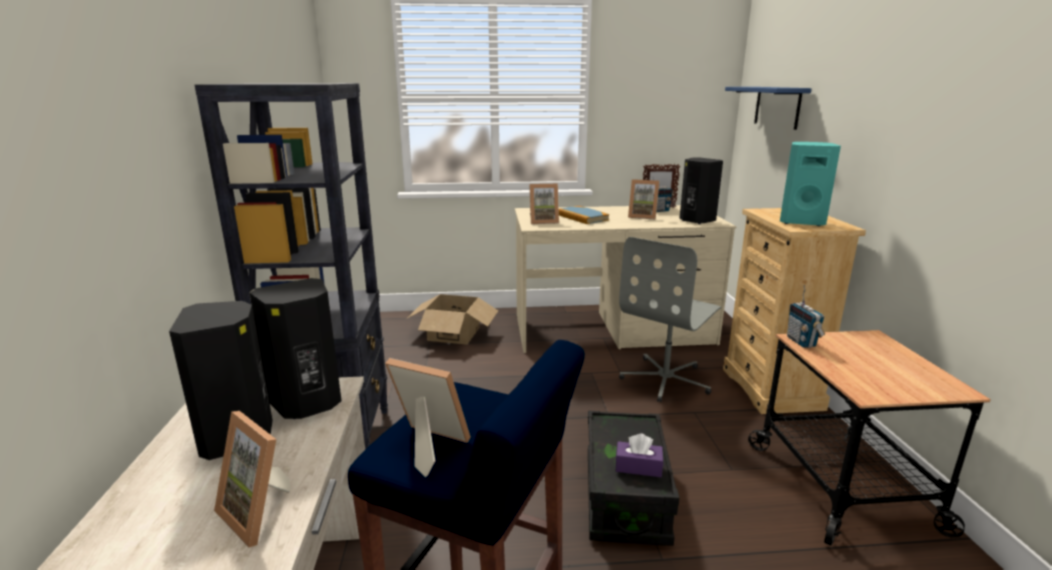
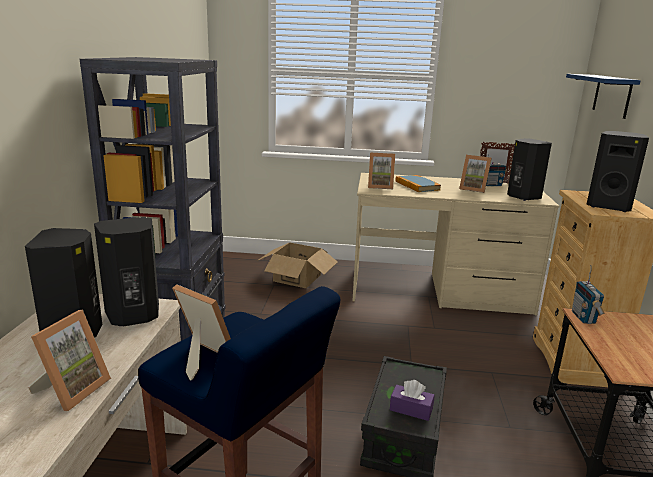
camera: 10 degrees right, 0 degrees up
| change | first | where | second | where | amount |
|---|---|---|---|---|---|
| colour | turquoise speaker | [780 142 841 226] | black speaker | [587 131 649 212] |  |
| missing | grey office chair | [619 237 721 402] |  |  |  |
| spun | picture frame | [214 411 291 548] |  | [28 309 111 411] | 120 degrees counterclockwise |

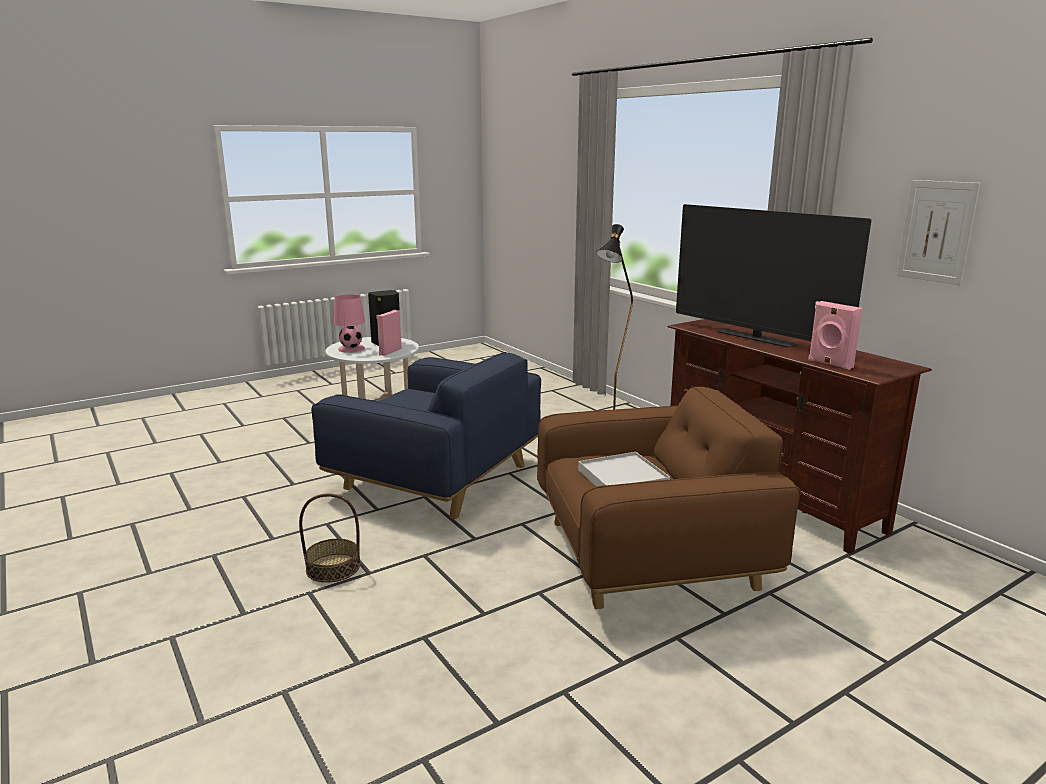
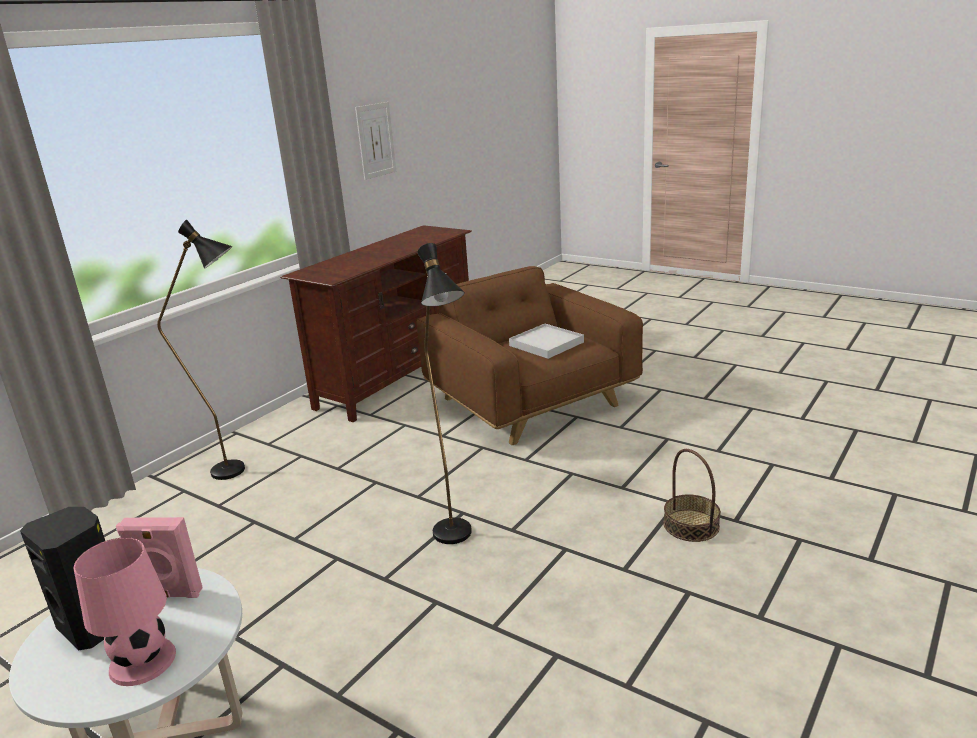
camera: 110 degrees left, 5 degrees up
| change | first | where | second | where | amount |
|---|---|---|---|---|---|
| missing | television | [676 204 871 348] |  |  |  |
| missing | pink speaker | [808 301 862 370] |  |  |  |
| exchanged | blue armchair | [311 352 541 519] | black floor lamp | [417 243 472 544] |  |

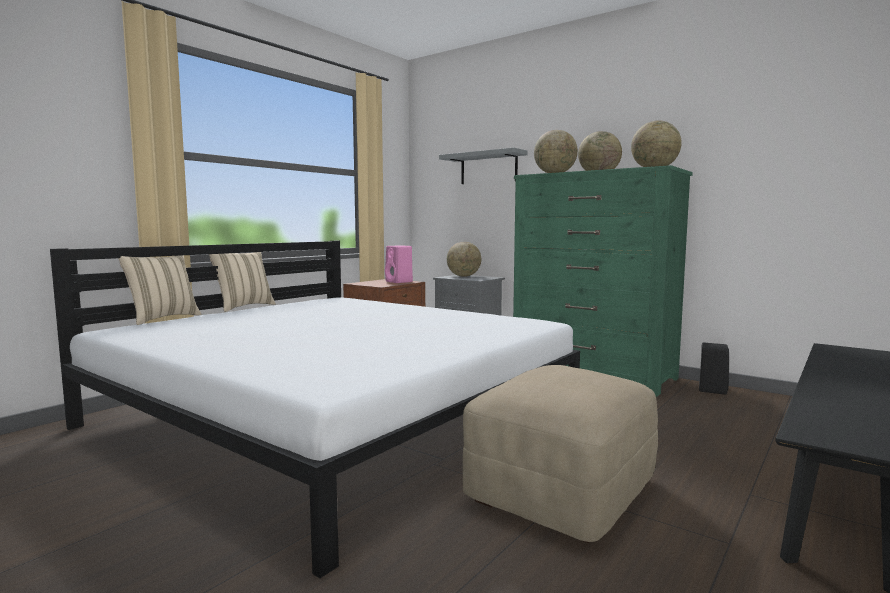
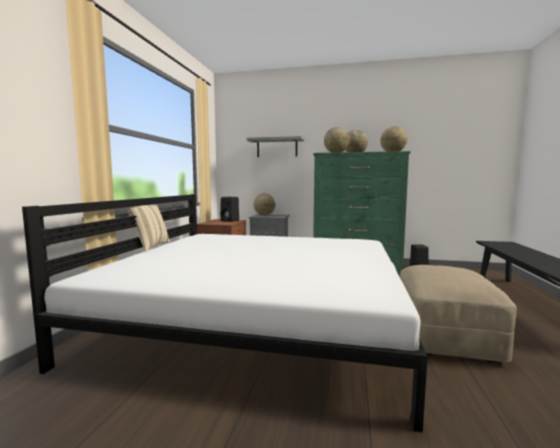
camera: 25 degrees left, 0 degrees up
| change | first | where | second | where | amount |
|---|---|---|---|---|---|
| colour | pink speaker | [385 245 413 283] | black speaker | [220 197 239 222] |  |
| missing | beige pillow | [118 255 201 325] |  |  |  |

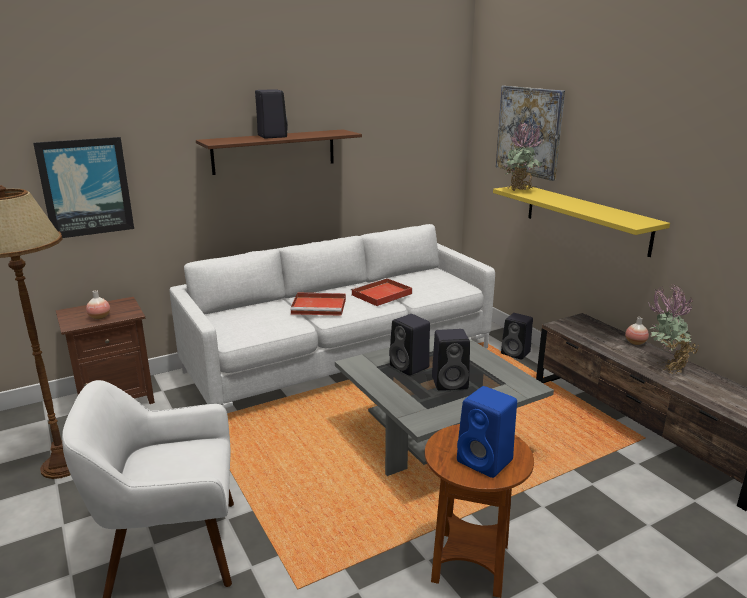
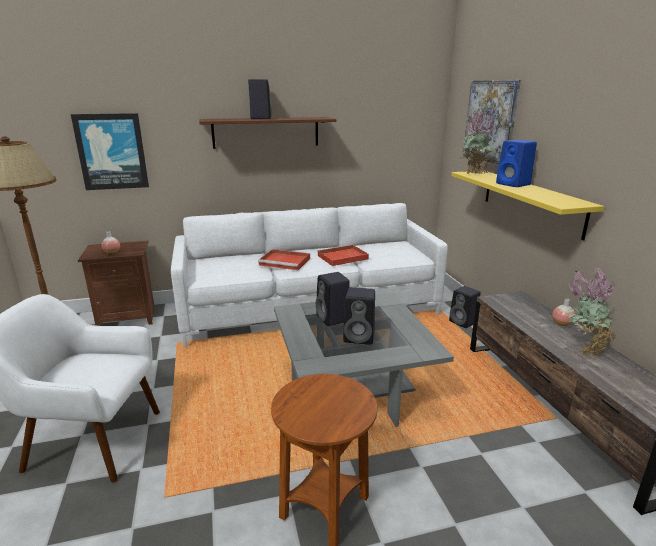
camera: 15 degrees right, 0 degrees up
| change | first | where | second | where | amount |
|---|---|---|---|---|---|
| relocated | blue speaker | [457 386 517 478] |  | [496 140 537 187] |  |

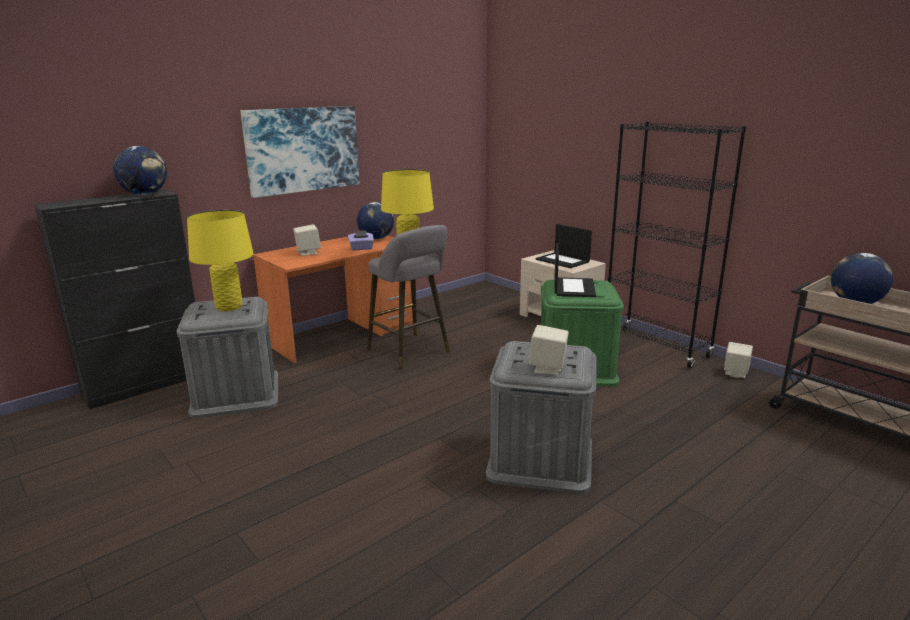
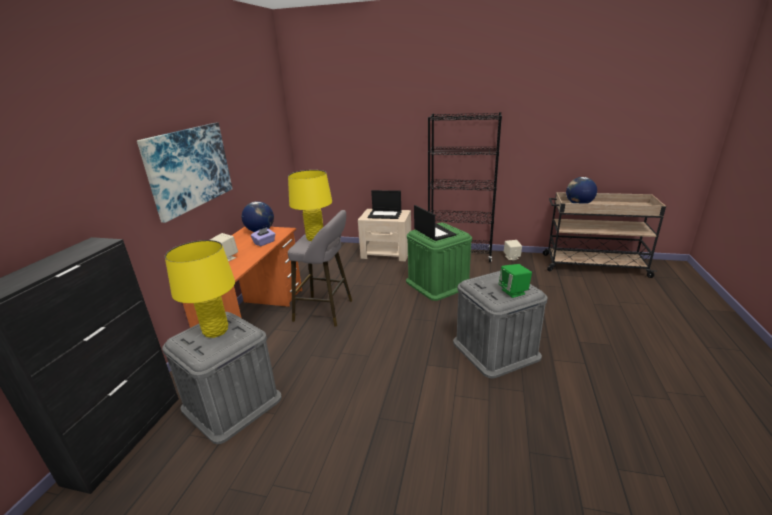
camera: 35 degrees left, 5 degrees up
| change | first | where | second | where | amount |
|---|---|---|---|---|---|
| missing | globe | [113 146 167 195] |  |  |  |
| colour | beige speaker | [529 325 569 375] | green speaker | [499 264 532 298] |  |

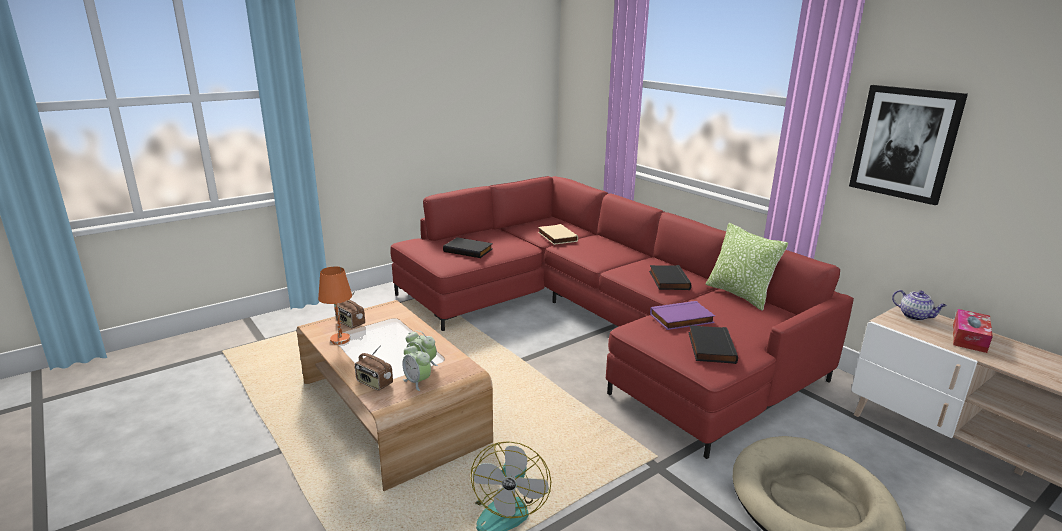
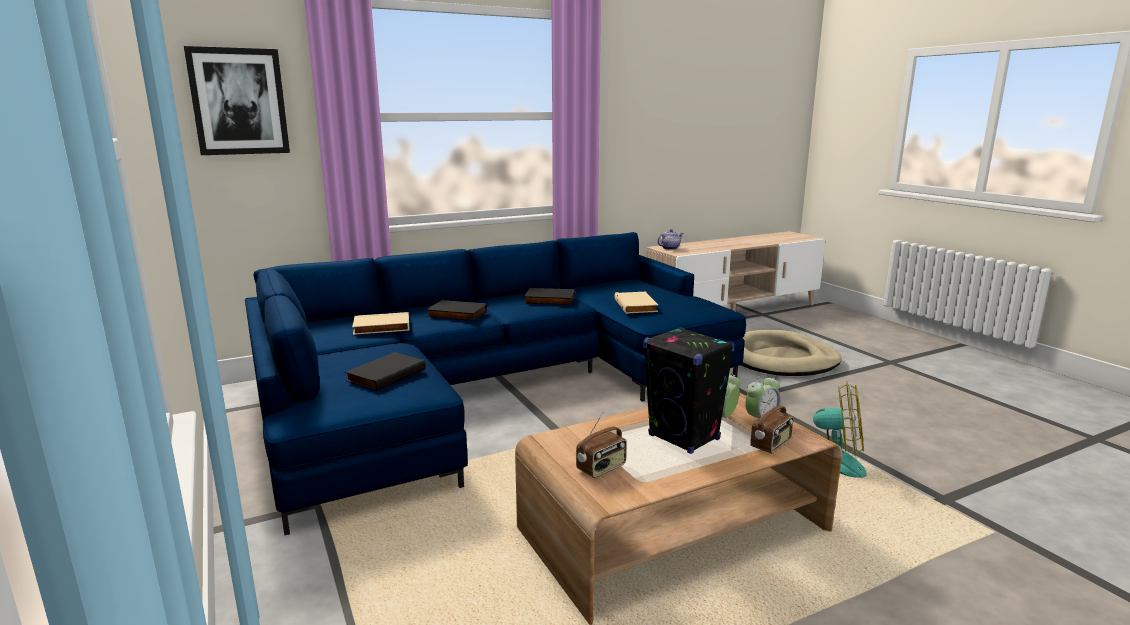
camera: 80 degrees left, 5 degrees down
| change | first | where | second | where | amount |
|---|---|---|---|---|---|
| relocated | picture | [849 85 968 205] |  | [184 46 290 155] |  |
| colour | red sofa | [390 176 854 459] | blue sofa | [245 232 746 535] |  |
| missing | pillow | [706 223 788 311] |  |  |  |
| missing | orange table lamp | [318 266 352 345] |  |  |  |
| colour | purple book | [650 301 715 330] | beige book | [614 292 658 314] |  |
| missing | tissue box | [953 309 993 353] |  |  |  |
| relocated | black book | [688 325 738 364] |  | [426 300 487 321] |  |
| appeared |  |  | black speaker | [643 327 735 454] |  |

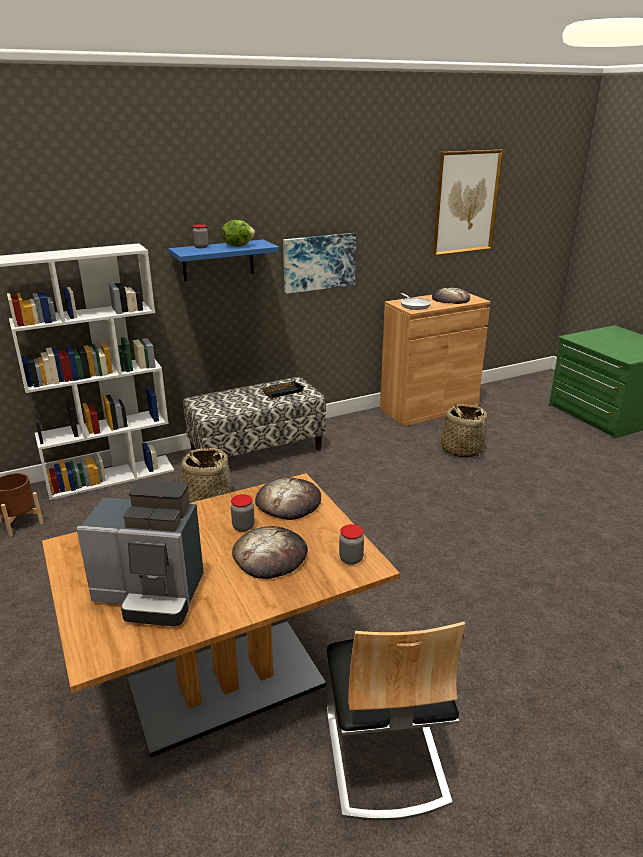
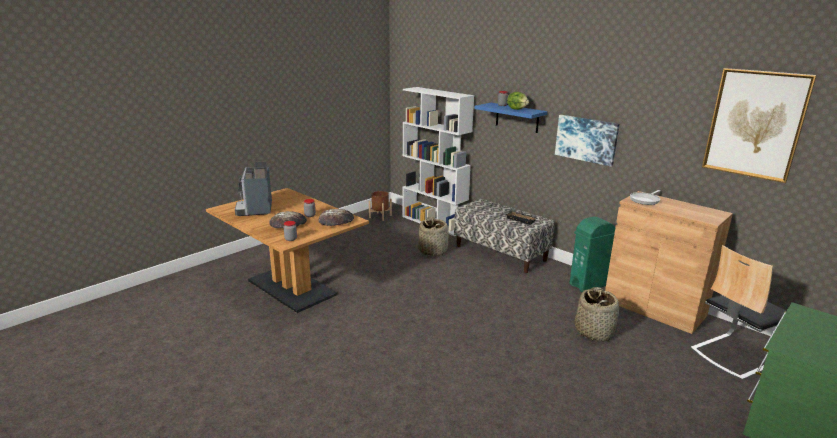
camera: 70 degrees right, 5 degrees down
| change | first | where | second | where | amount |
|---|---|---|---|---|---|
| missing | bread | [432 288 470 304] |  |  |  |
| relocated | chair | [326 621 465 821] |  | [690 245 786 380] |  |
| appeared |  |  | green trash can | [569 216 615 292] |  |

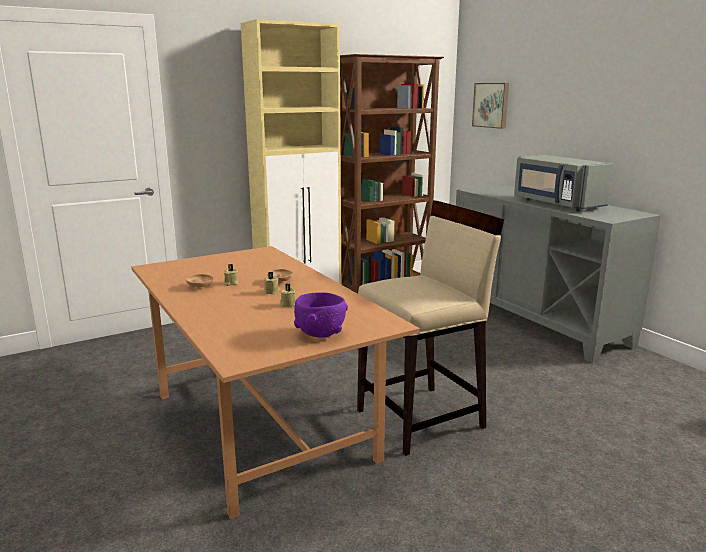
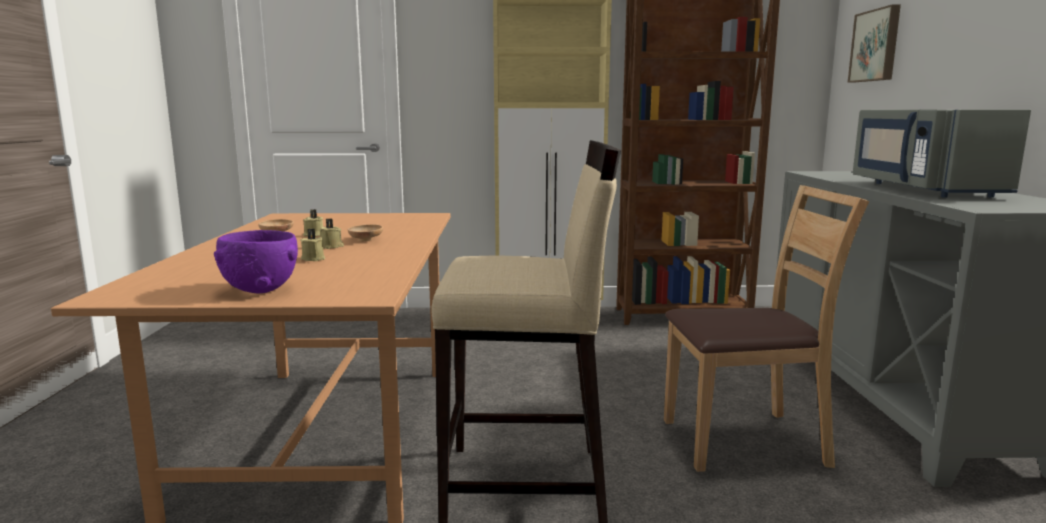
camera: 30 degrees right, 5 degrees down
| change | first | where | second | where | amount |
|---|---|---|---|---|---|
| appeared |  |  | brown chair | [664 185 869 472] |  |

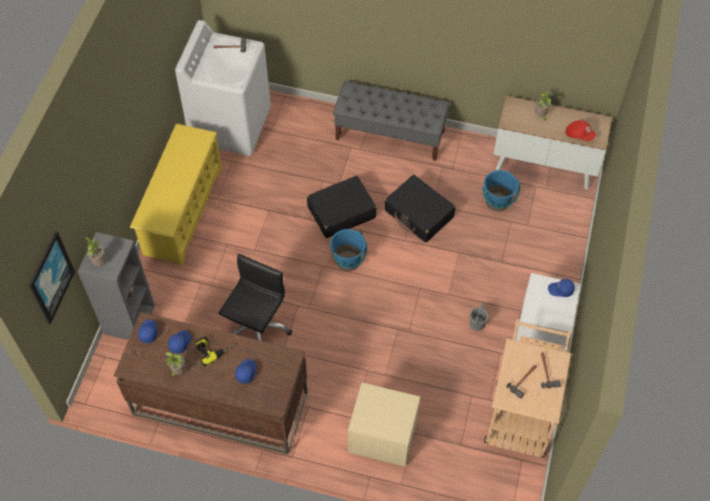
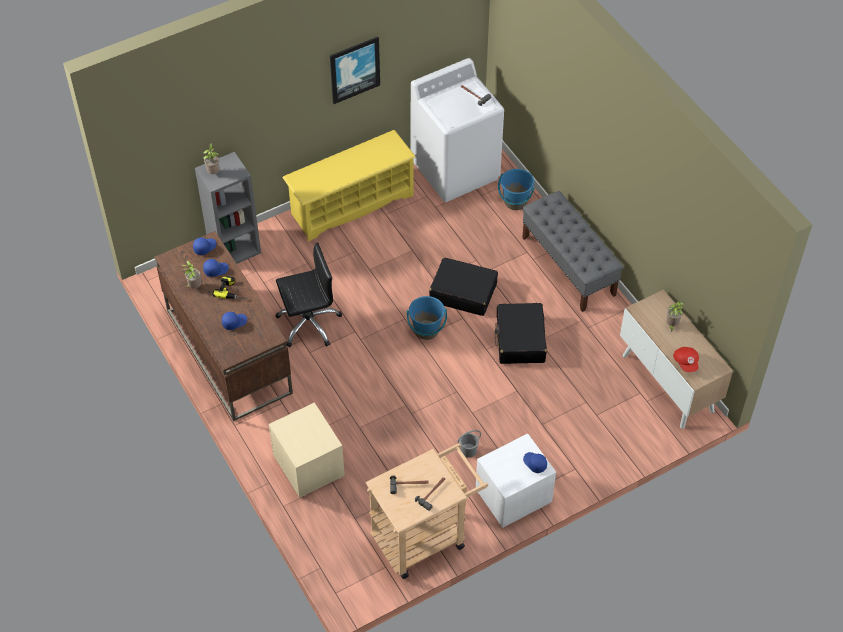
camera: 45 degrees right, 5 degrees down
| change | first | where | second | where | amount |
|---|---|---|---|---|---|
| relocated | blue bucket | [482 170 520 211] |  | [498 169 535 210] |  |
| relocated | picture | [29 231 75 324] |  | [330 37 380 104] |  |

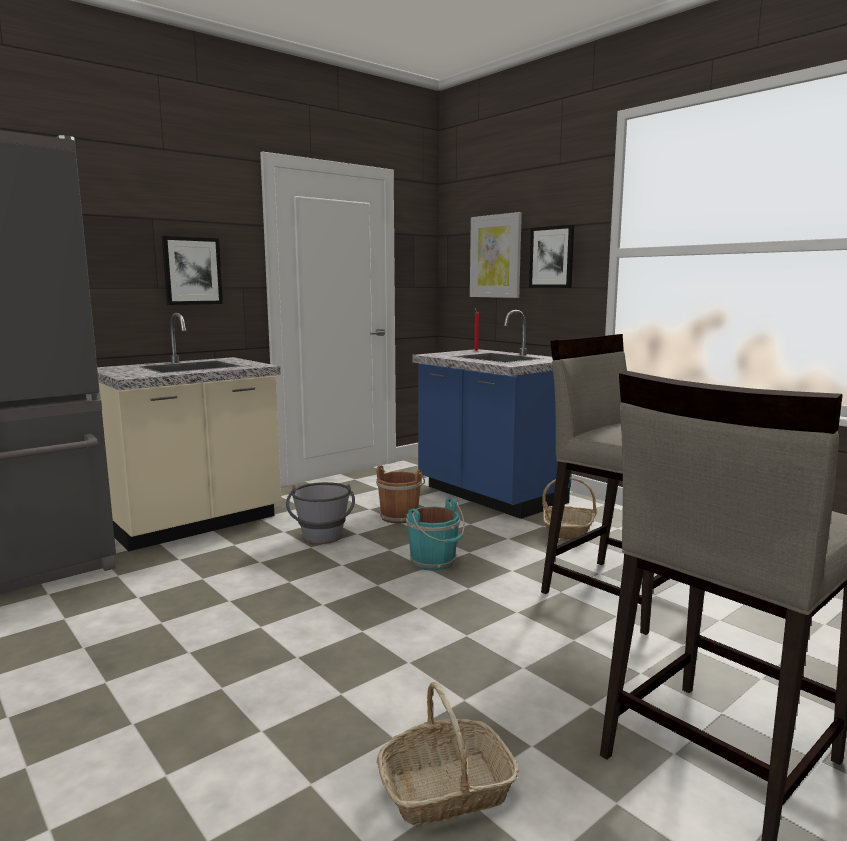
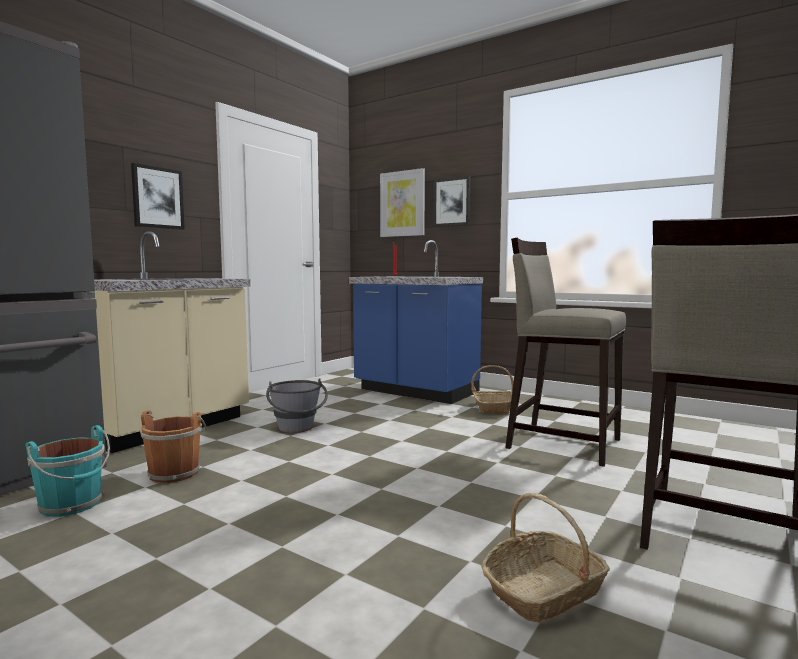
camera: 15 degrees left, 5 degrees down
| change | first | where | second | where | amount |
|---|---|---|---|---|---|
| relocated | brown bucket | [376 465 425 524] |  | [140 410 206 483] |  |
| relocated | turquoise bucket | [406 498 465 571] |  | [26 425 110 517] |  |

